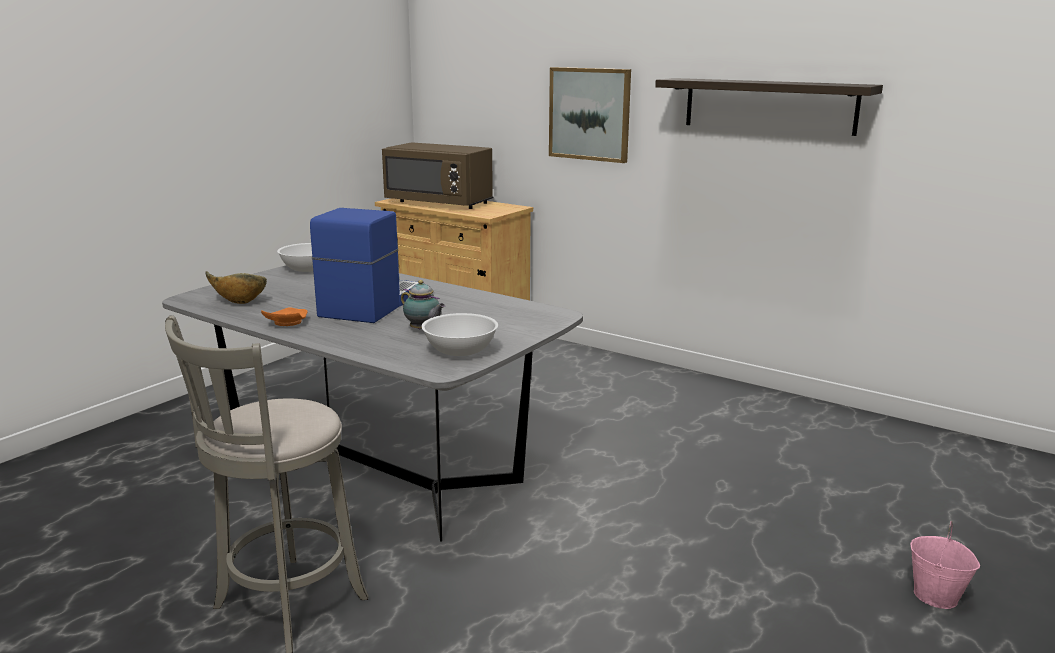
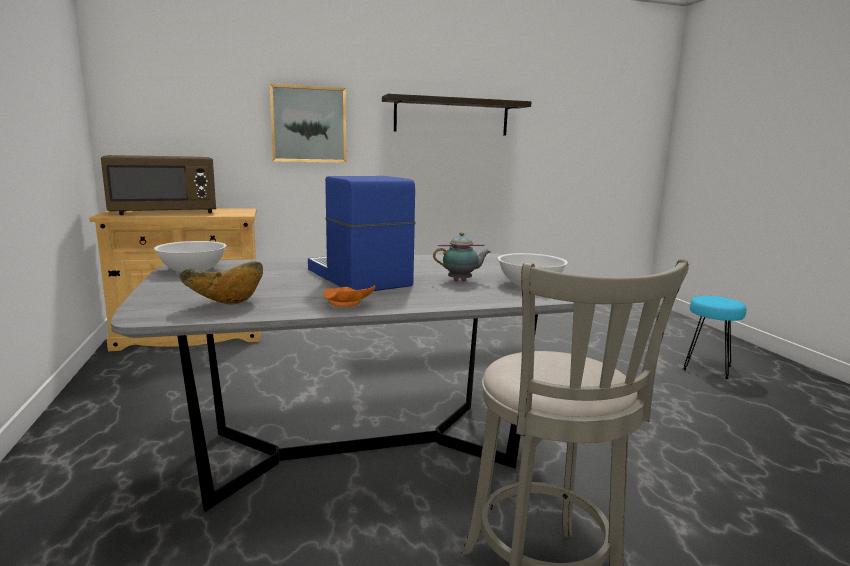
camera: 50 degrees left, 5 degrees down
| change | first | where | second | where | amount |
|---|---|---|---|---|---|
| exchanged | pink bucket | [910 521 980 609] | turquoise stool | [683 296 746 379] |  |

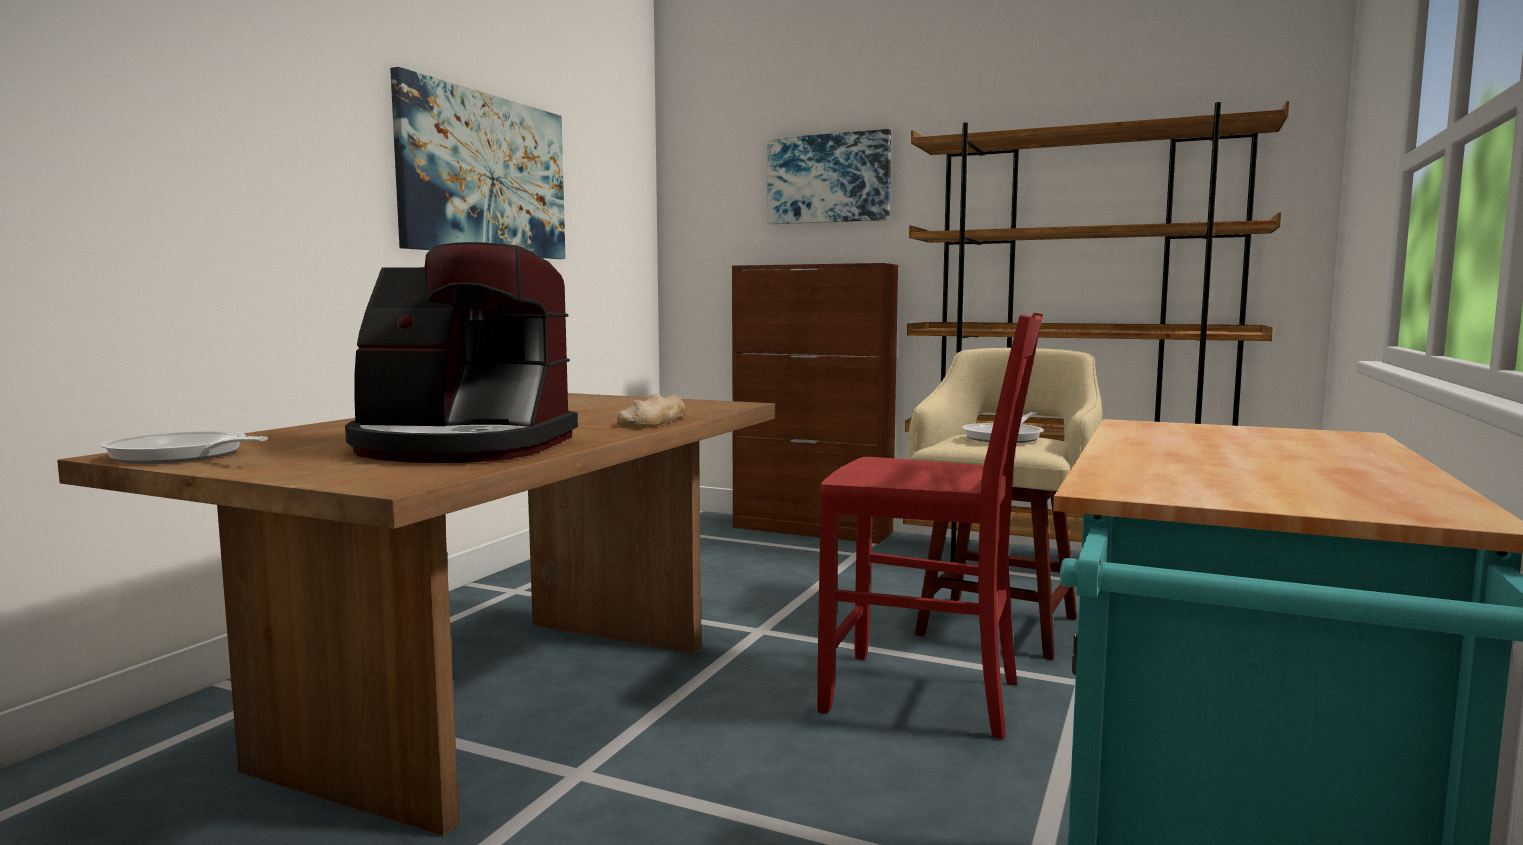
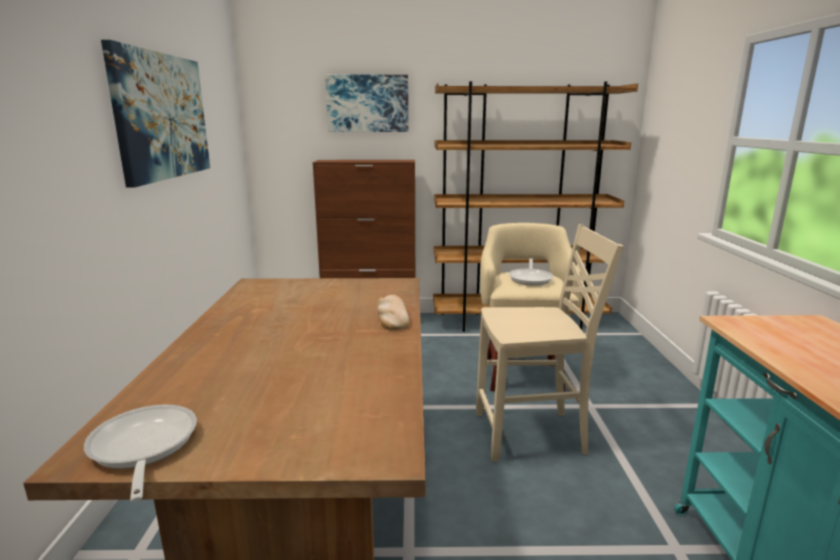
camera: 25 degrees left, 10 degrees up
| change | first | where | second | where | amount |
|---|---|---|---|---|---|
| missing | coffee machine | [345 242 578 463] |  |  |  |
| colour | red chair | [817 313 1043 739] | beige chair | [476 224 623 462] |  |
| spun | frying pan | [100 431 268 464] |  | [84 405 197 502] | 60 degrees clockwise |

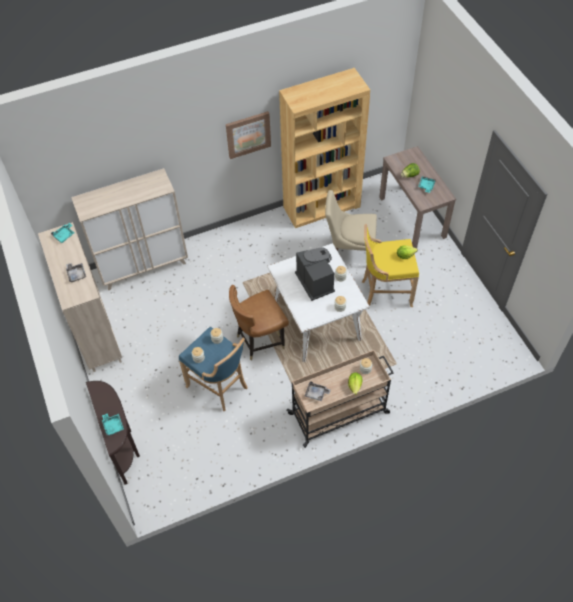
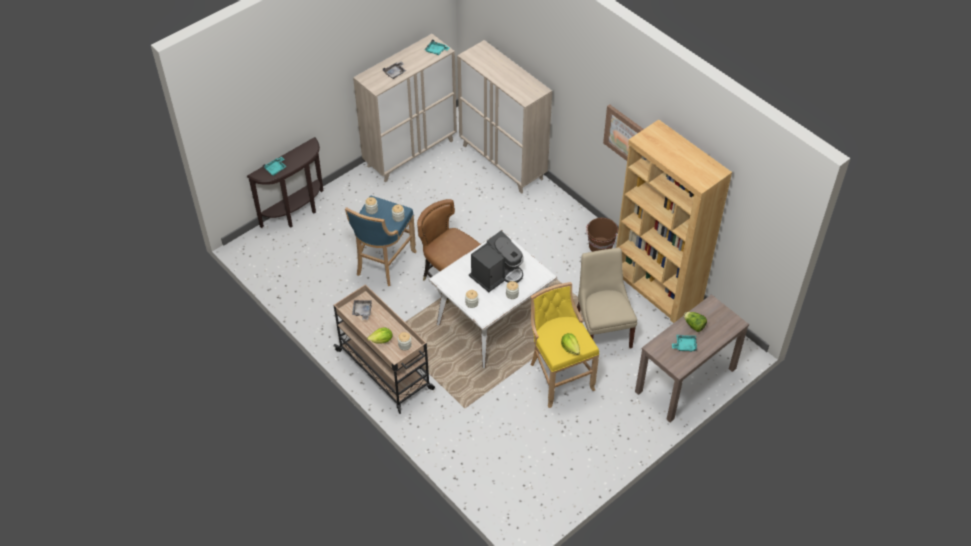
camera: 70 degrees right, 5 degrees down
| change | first | where | second | where | amount |
|---|---|---|---|---|---|
| appeared |  |  | brown bucket | [586 218 618 252] |  |

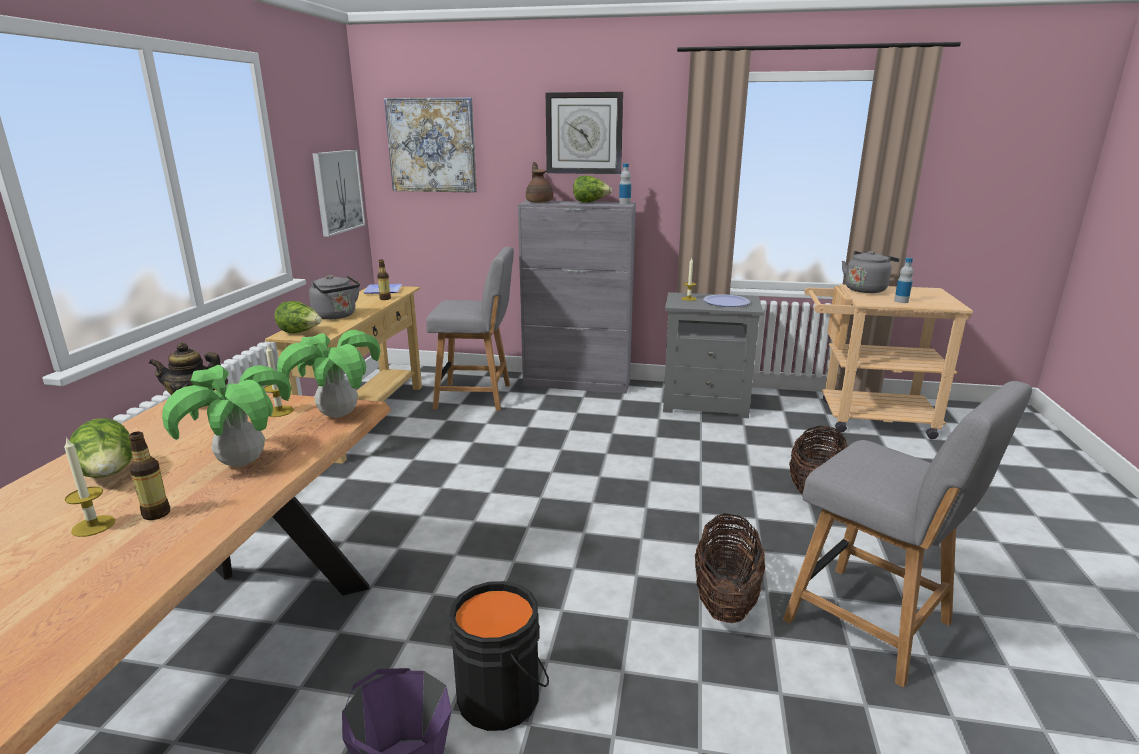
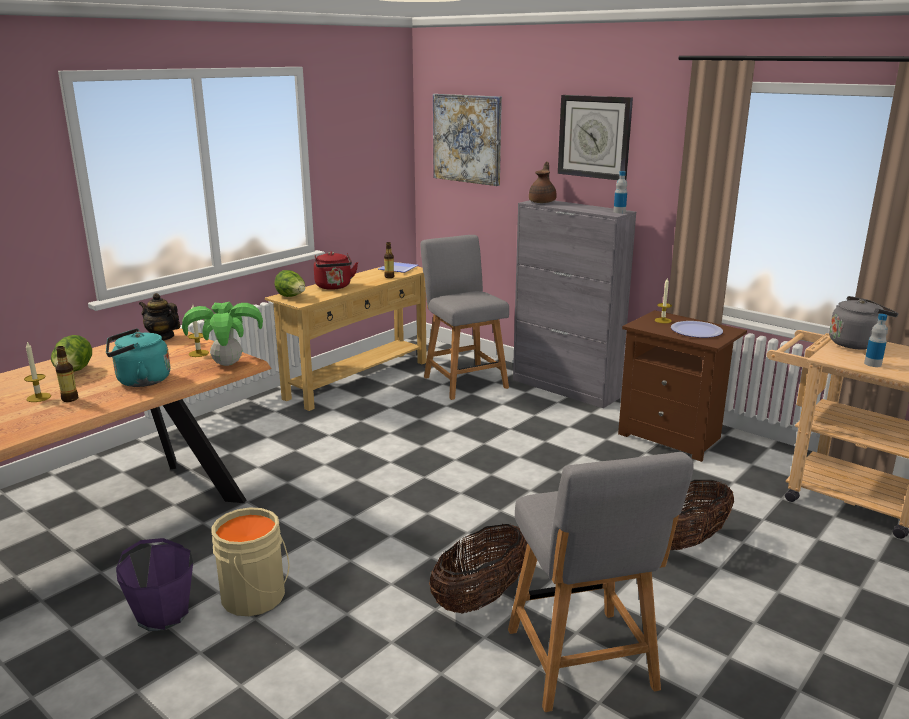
camera: 30 degrees right, 0 degrees up
| change | first | where | second | where | amount |
|---|---|---|---|---|---|
| missing | picture | [312 150 365 237] |  |  |  |
| missing | lettuce | [573 176 612 203] |  |  |  |
| spun | grey chair | [426 247 514 411] |  | [420 235 509 400] | 150 degrees counterclockwise |
| colour | grey kettle | [309 275 360 319] | red kettle | [314 252 358 290] |  |
| colour | grey nightstand | [663 292 764 418] | brown nightstand | [618 310 747 462] |  |
| exchanged | potted plant | [162 365 291 467] | turquoise kettle | [106 328 170 387] |  |
| colour | black bucket | [449 581 549 731] | beige bucket | [211 507 290 616] |  |

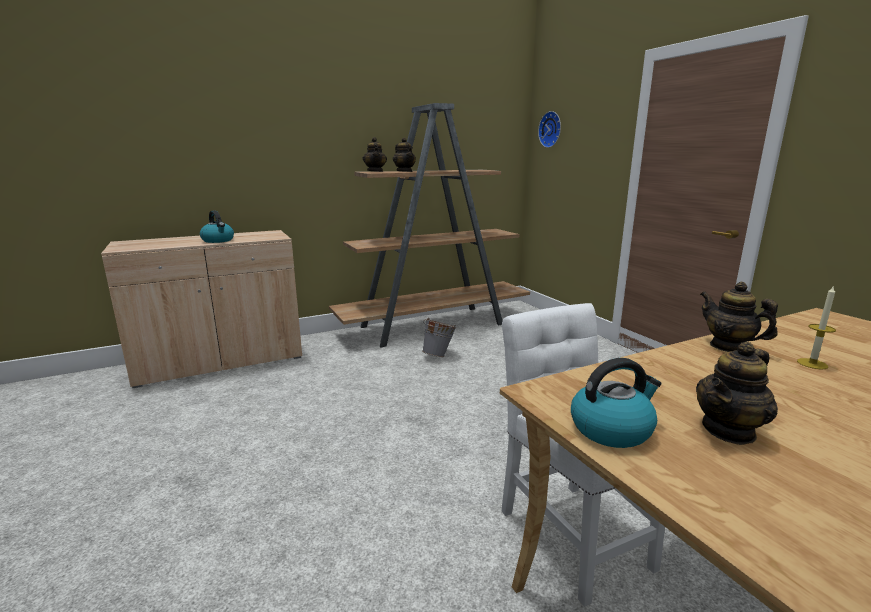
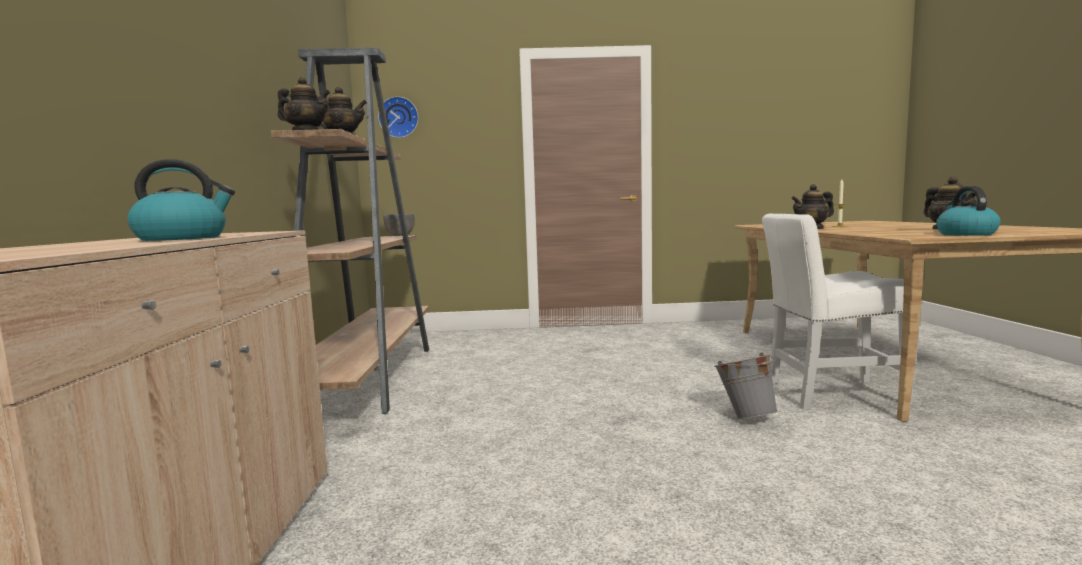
camera: 65 degrees left, 10 degrees down
| change | first | where | second | where | amount |
|---|---|---|---|---|---|
| relocated | grey bucket | [422 317 457 357] |  | [714 353 778 419] |  |
| appeared |  |  | grey bowl | [383 213 415 236] |  |

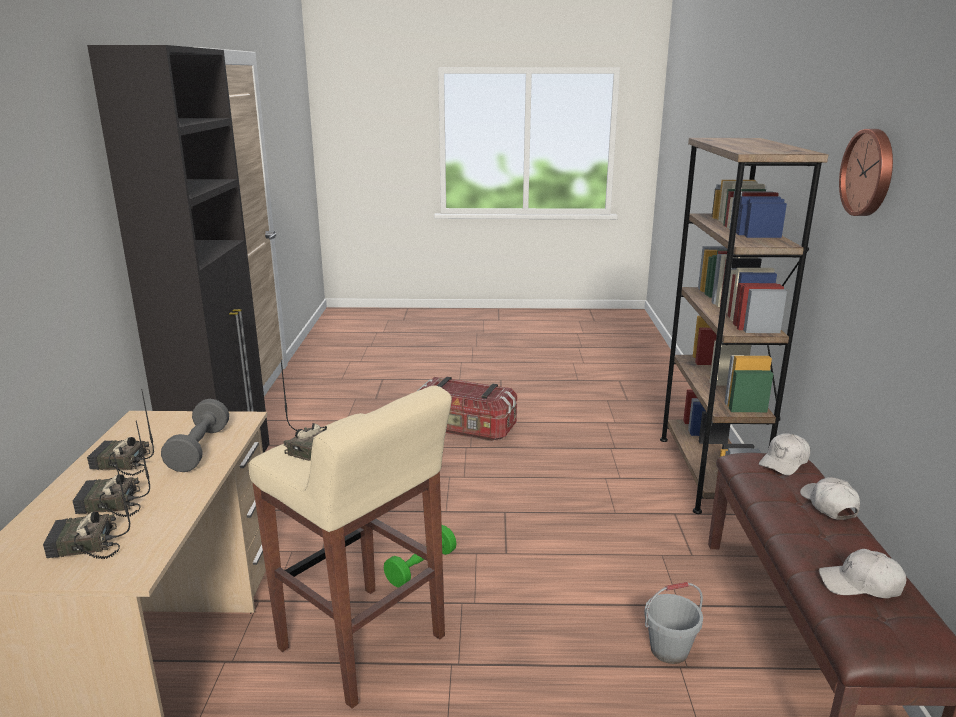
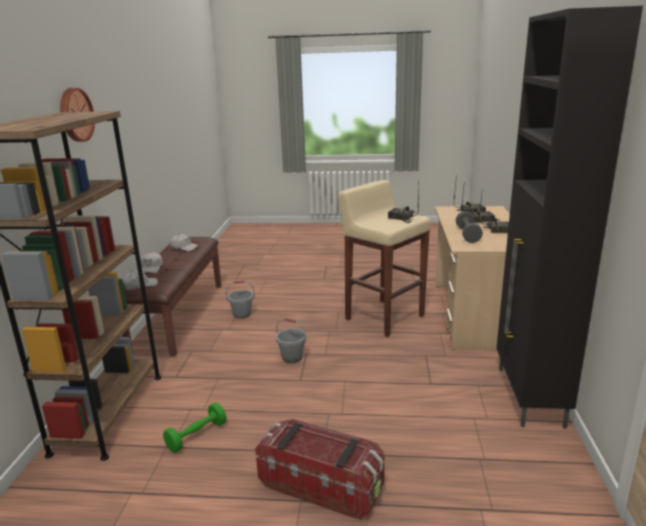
camera: 175 degrees left, 0 degrees up
| change | first | where | second | where | amount |
|---|---|---|---|---|---|
| relocated | green dumbbell | [384 525 457 588] |  | [163 403 226 453] |  |
| appeared |  |  | grey bucket | [276 318 306 363] |  |

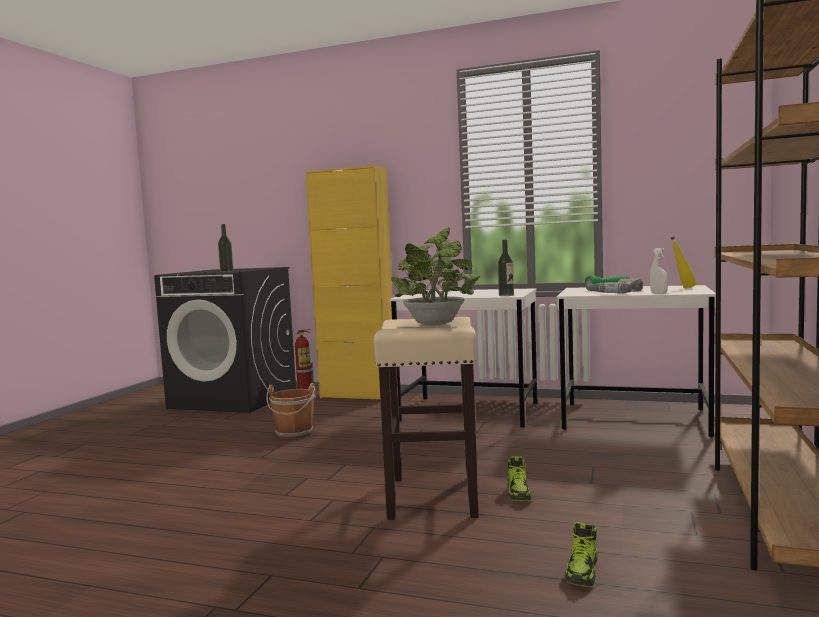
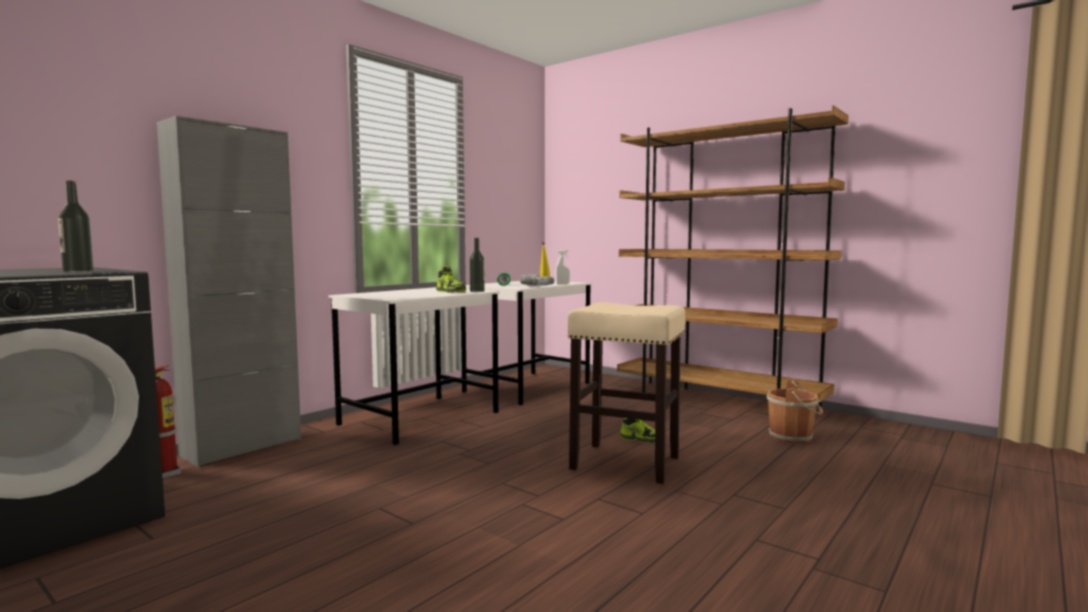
camera: 70 degrees left, 0 degrees up
| change | first | where | second | where | amount |
|---|---|---|---|---|---|
| colour | yellow cabinet | [306 165 393 400] | grey cabinet | [157 116 301 467] |  |
| missing | potted plant | [391 227 480 325] |  |  |  |
| relocated | brown bucket | [266 383 316 439] |  | [767 379 823 443] |  |
| relocated | shoe | [565 522 597 587] |  | [436 266 466 293] |  |

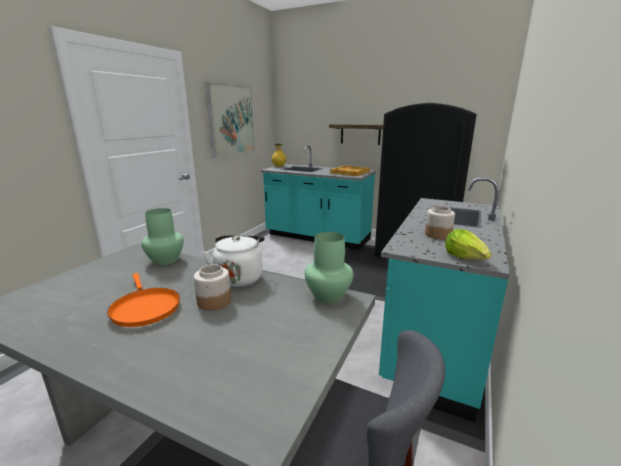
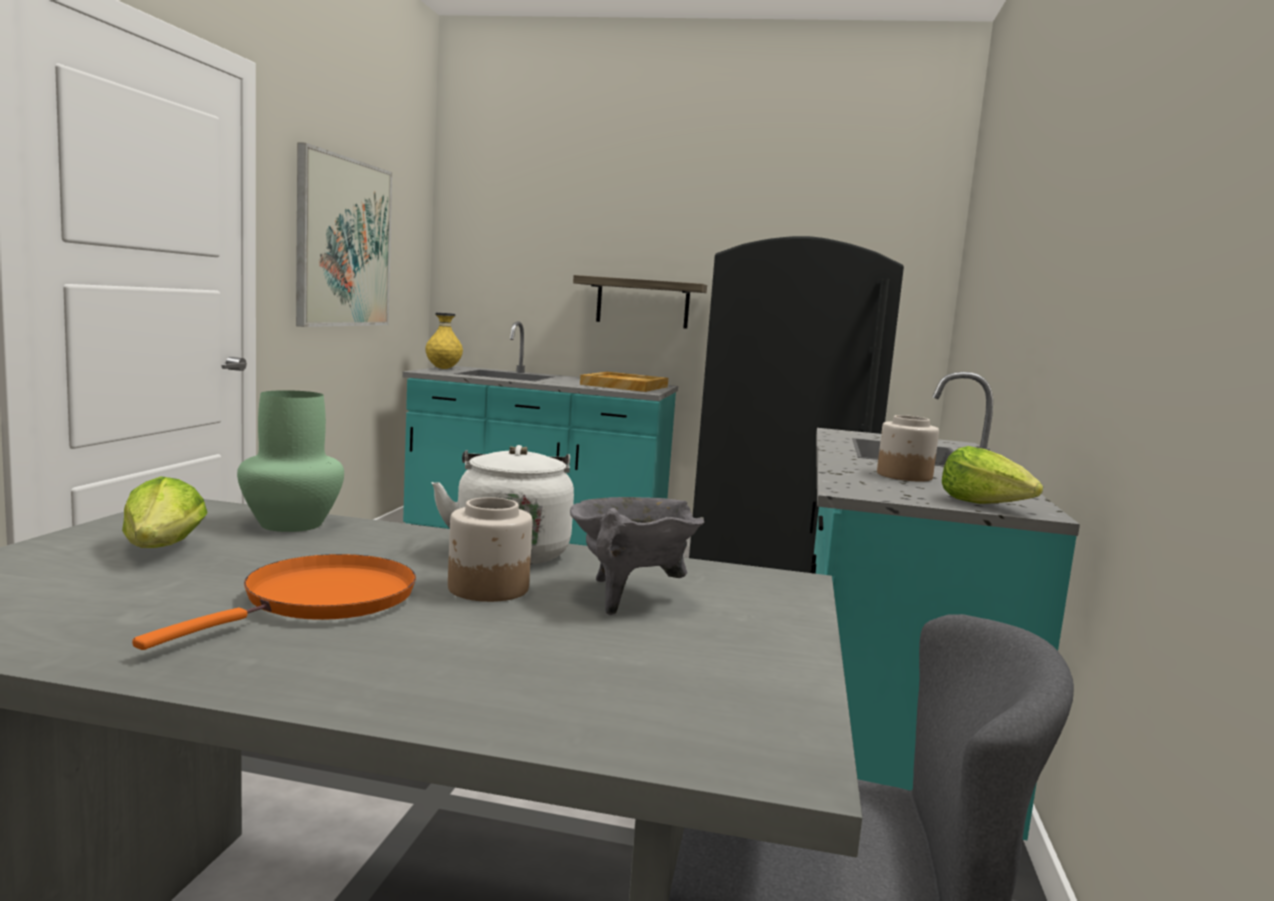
camera: 15 degrees left, 10 degrees down
| change | first | where | second | where | amount |
|---|---|---|---|---|---|
| missing | green vase | [304 232 353 303] |  |  |  |
| spun | orange frying pan | [107 273 180 327] |  | [132 554 416 650] | 105 degrees counterclockwise |
| appeared |  |  | lettuce | [122 476 208 548] |  |
| appeared |  |  | grey cooking pot | [570 497 704 615] |  |

